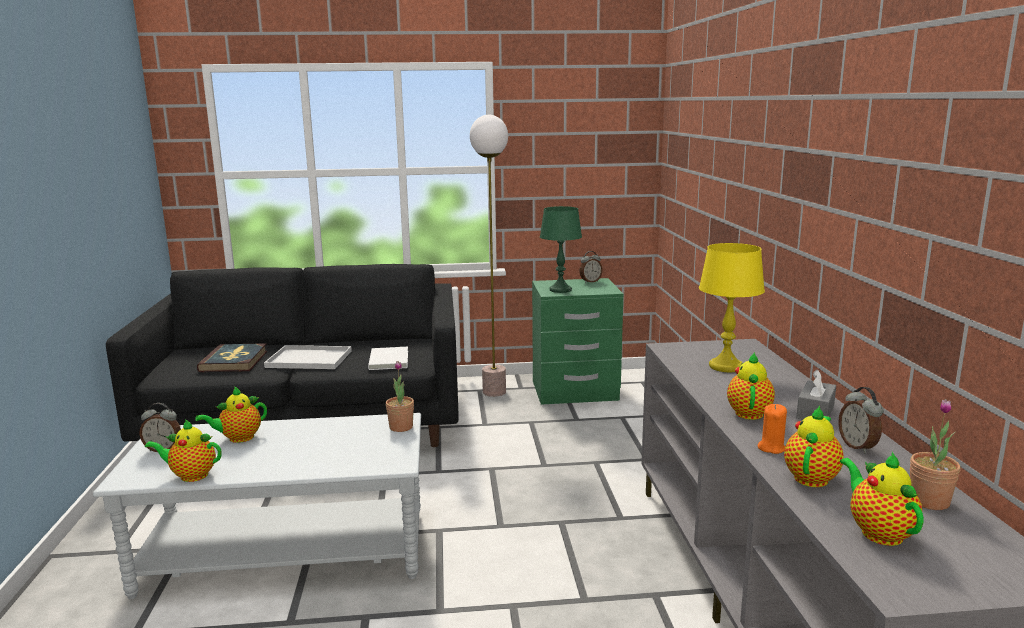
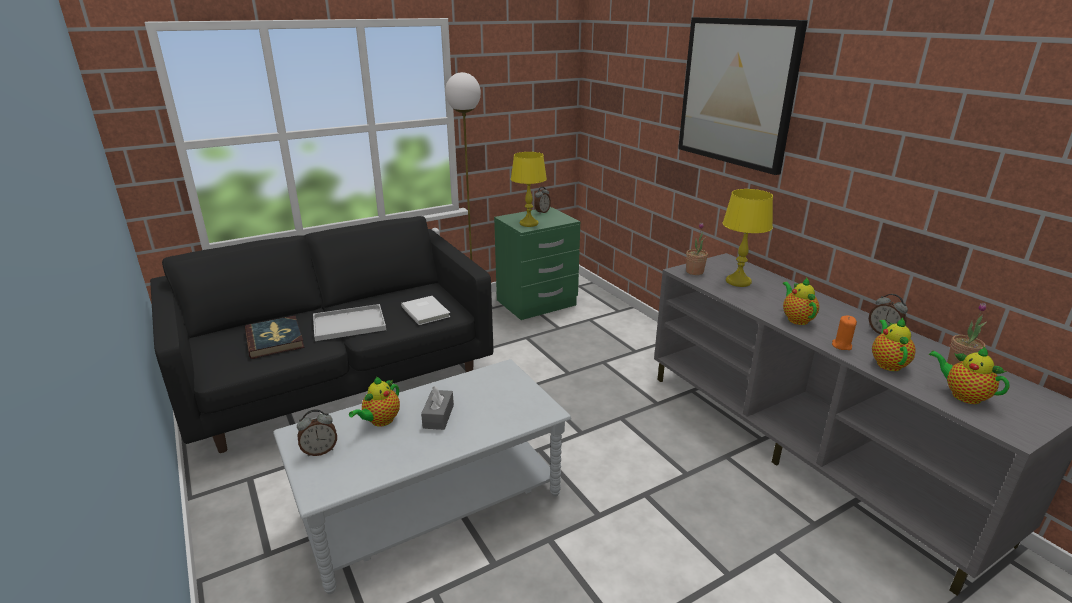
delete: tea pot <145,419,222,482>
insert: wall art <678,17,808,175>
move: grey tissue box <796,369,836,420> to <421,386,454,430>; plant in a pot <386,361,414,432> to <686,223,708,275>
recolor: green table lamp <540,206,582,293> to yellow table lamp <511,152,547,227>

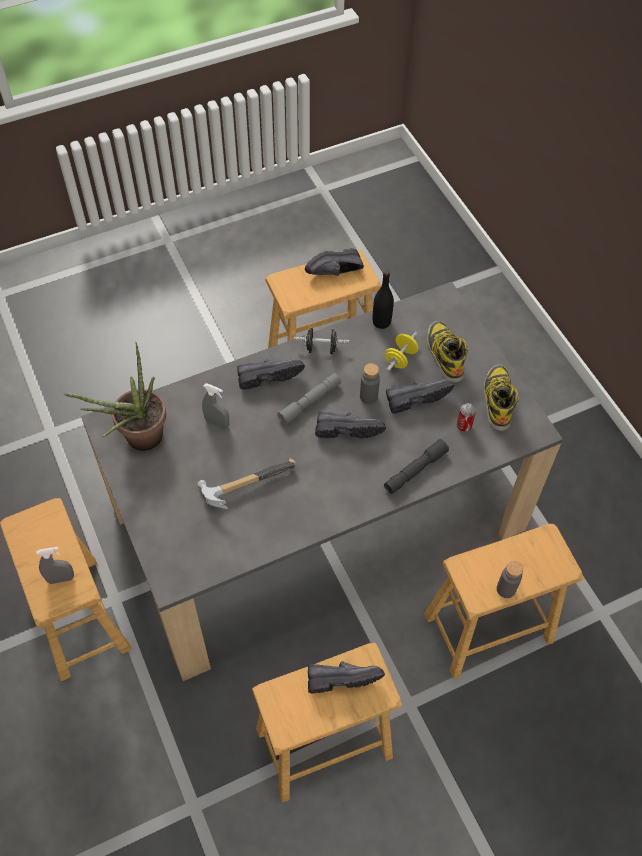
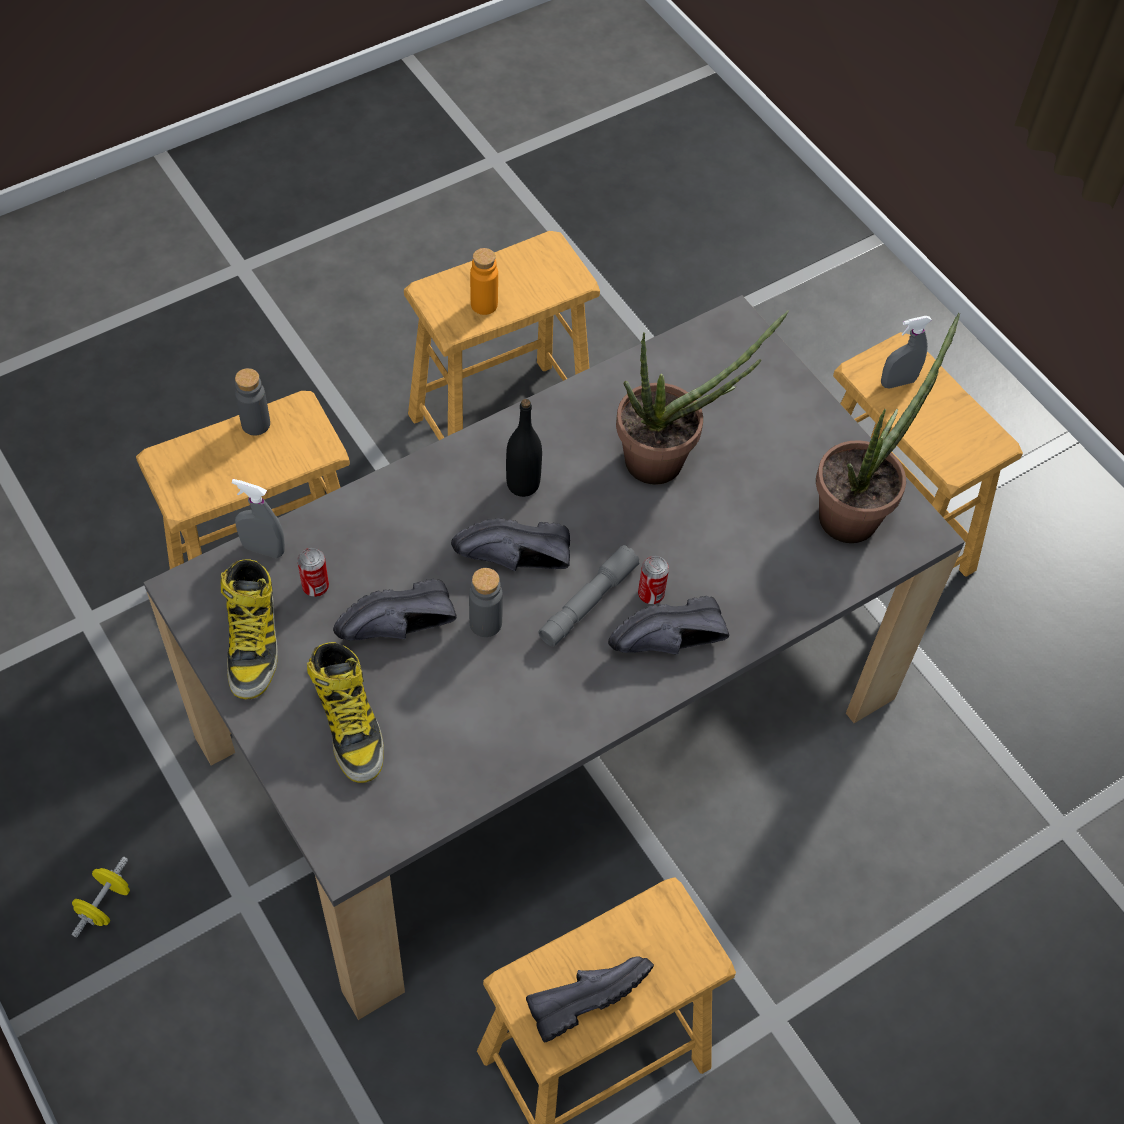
delete: black-coloured dumbbell <294,328,349,354>; grey hand torch <384,439,449,494>
insert: sealed can <638,556,669,604>
move: yellow dumbbell <385,332,418,372> to <72,857,130,938>; grey sprayer <202,383,229,429> to <232,479,285,558>; black-coloured bottle <372,270,394,329> to <506,399,542,497>
replace: black-coloured shoe <308,661,385,693> to orange-coloured bottle <470,248,498,315>; hand hammer <197,459,296,509> to plant in a pot <616,310,789,485>

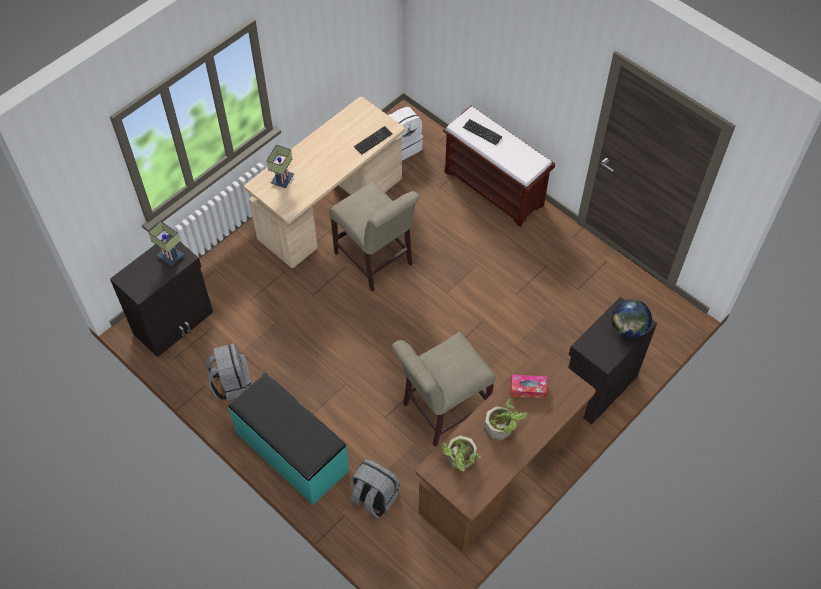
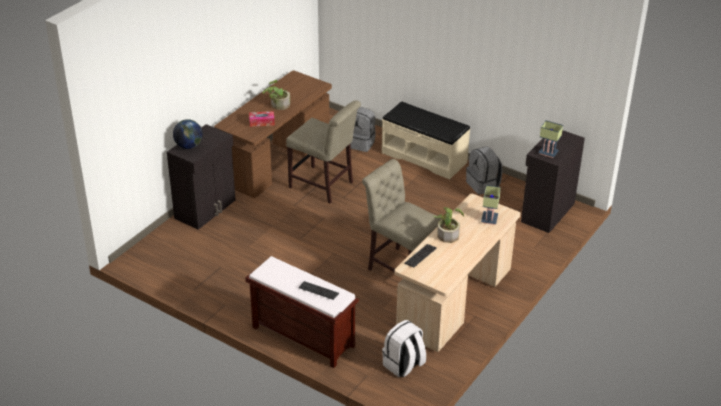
move: plant in a pot <442,435,481,471> to <433,207,464,243>
recolor: turquoise-coloured long seat <228,373,349,505> to sand-coloured long seat <382,101,470,180>
rotate: sand-coloured plain chair <392,331,496,447> = <286,100,361,203> 75 degrees clockwise

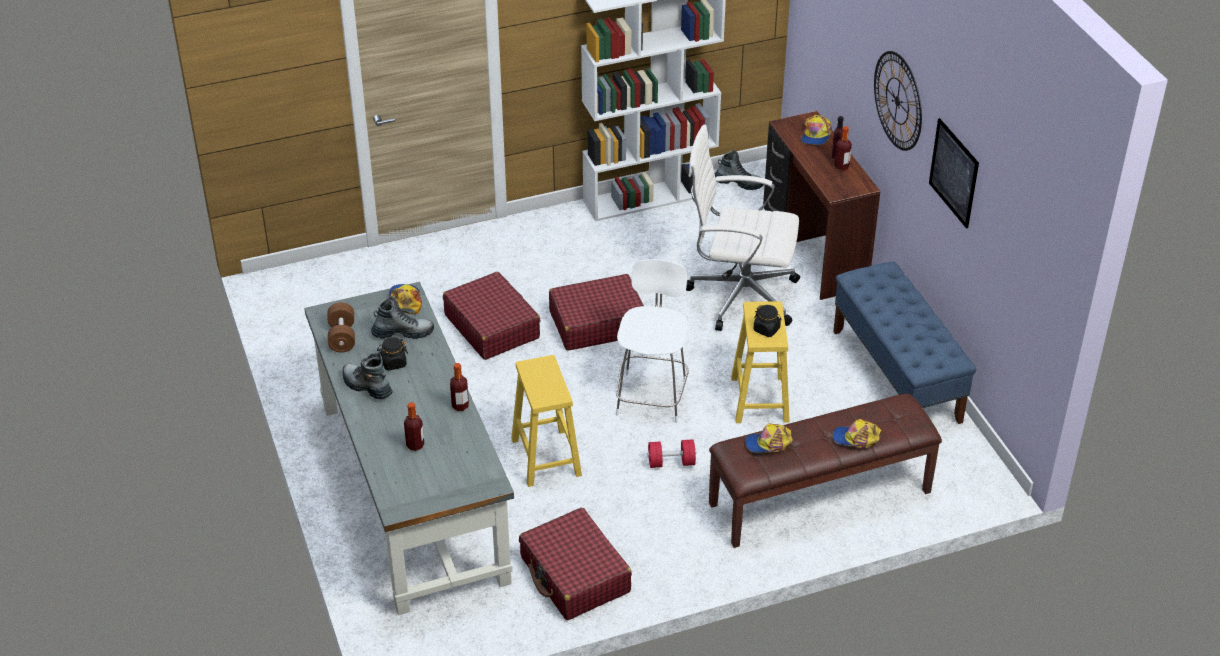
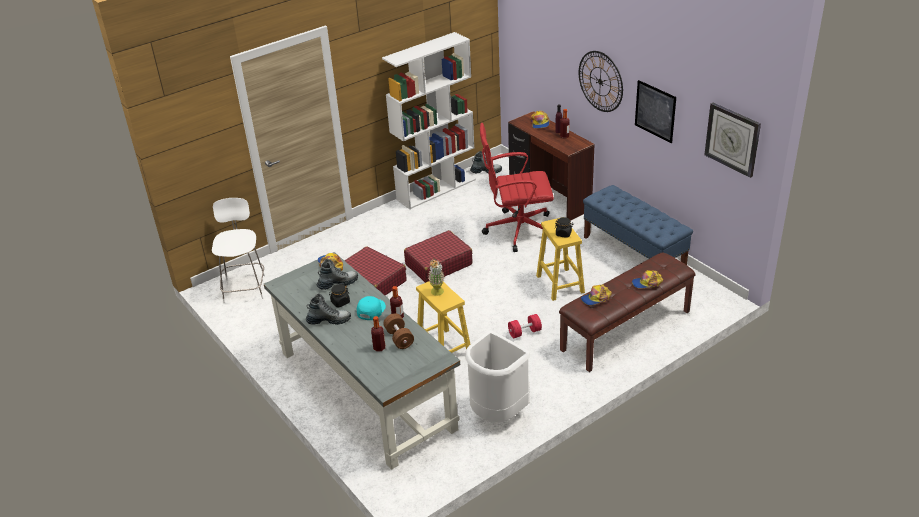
insert: turquoise-coloured peaked cap <357,296,386,320>; plant in a pot <428,258,444,296>; hanging clock <704,103,761,178>
move: whitish stool <616,259,689,423> to <212,198,265,303>; brown dumbbell <327,302,355,353> to <383,313,414,349>
replace: red-coloured travel case <519,508,632,620> to whitish rubbish bin <465,331,530,423>
recolor: whitish computer chair <686,125,800,331> to red-coloured computer chair <480,123,554,252>
rotate: high-top boot <343,353,392,400> = <306,294,351,325> 150 degrees clockwise

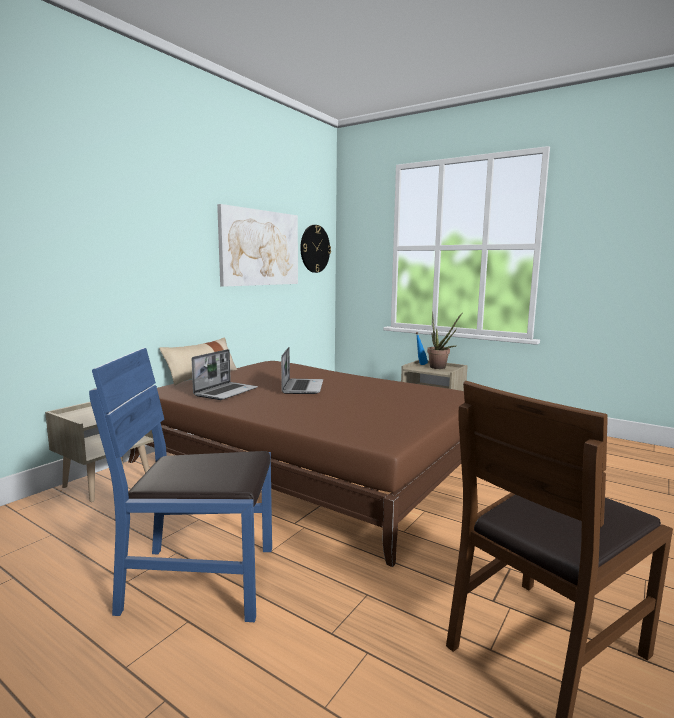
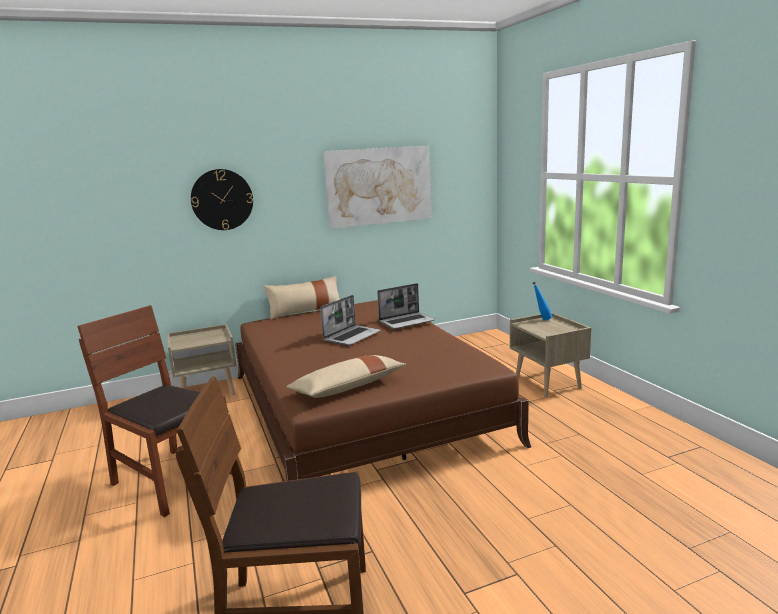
delete: plant in a pot <427,311,463,369>
insert: sand-coloured throw pillow <286,355,406,398>
move: hanging clock <300,225,331,273> to <191,169,253,230>; notebook computer <192,349,258,400> to <377,283,435,329>
recolor: bluish plain chair <89,348,272,622> to brown plain chair <77,305,232,517>

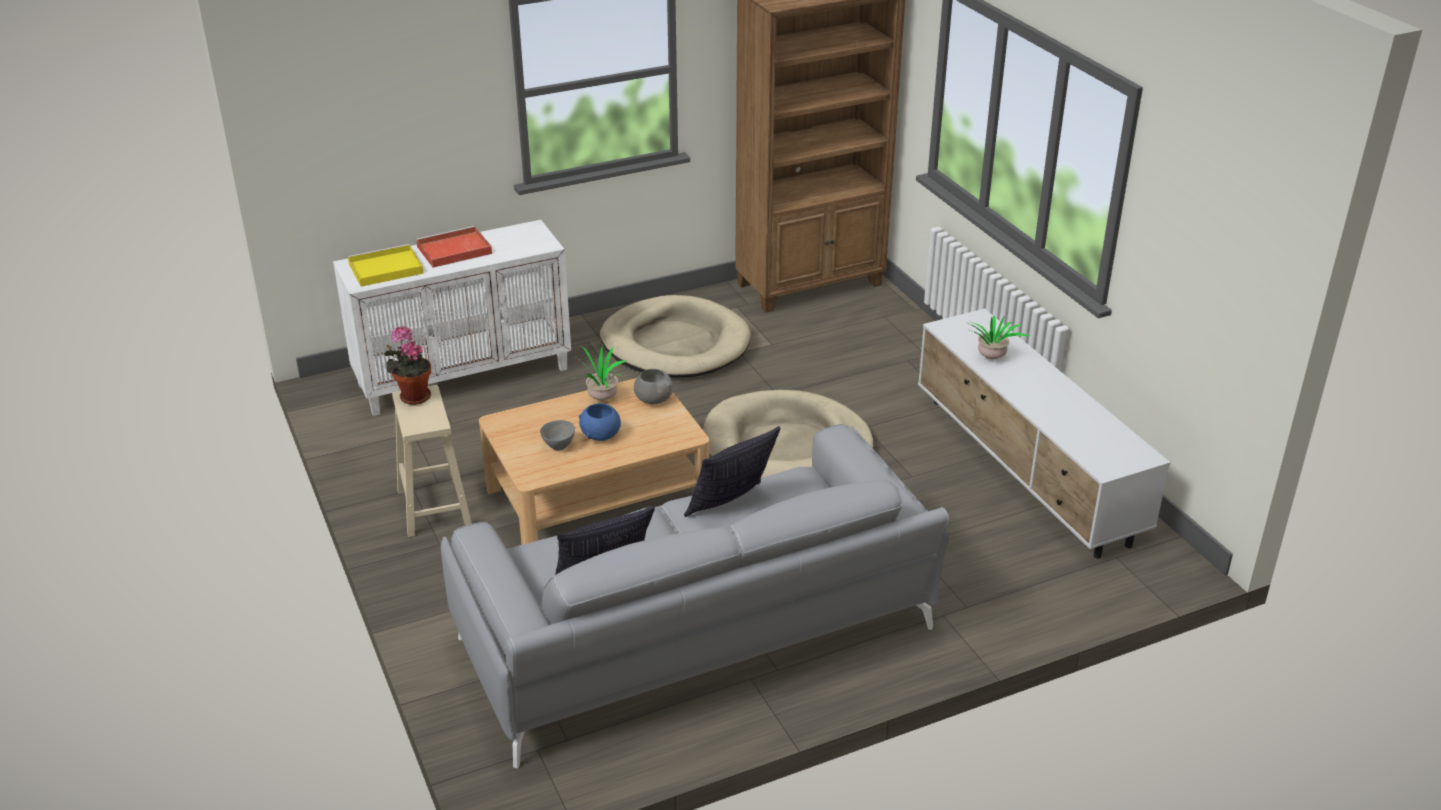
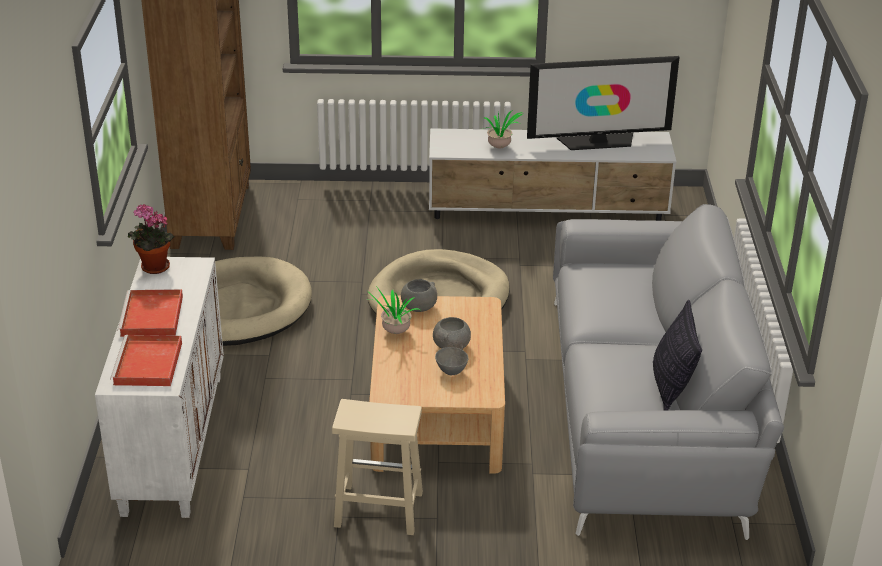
delete: throw pillow <684,426,780,517>
insert: television <527,56,680,150>
move: plant in a pot <384,326,431,405> to <127,204,174,274>
recolor: yellow tray <348,244,424,287> to red-coloured tray <110,335,182,386>; bluish deep dish <579,403,621,441> to grey deep dish <433,317,471,350>

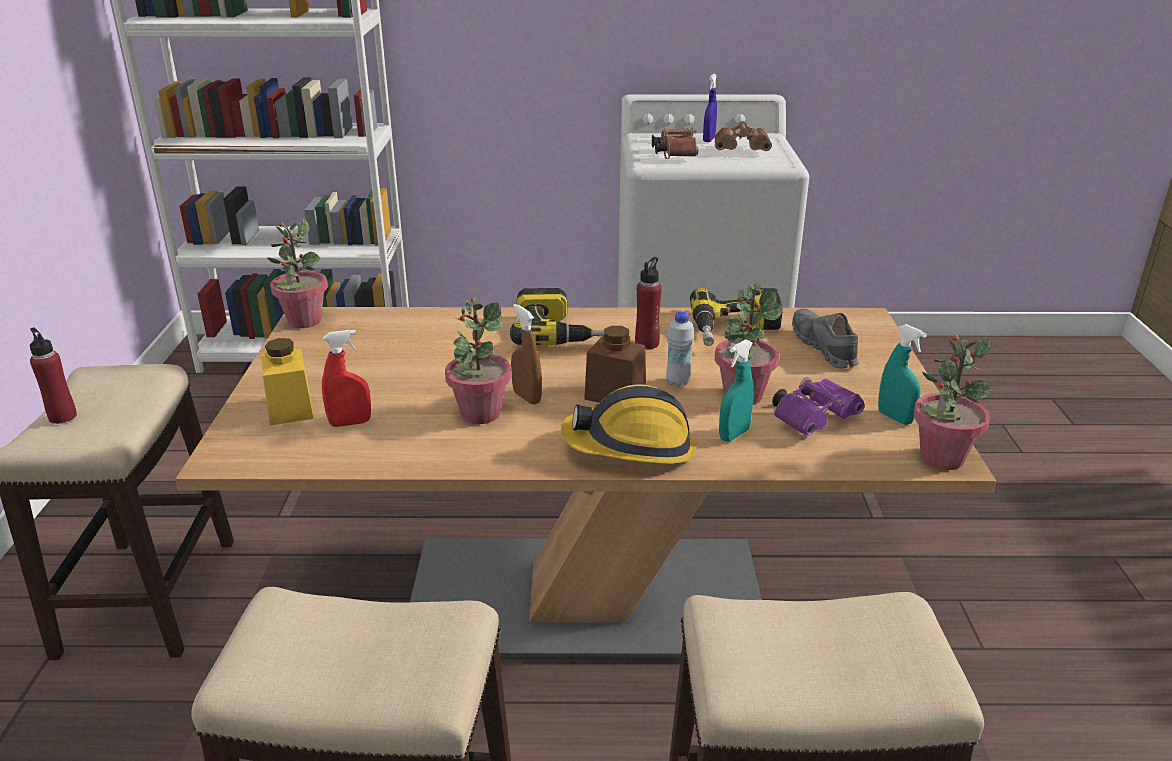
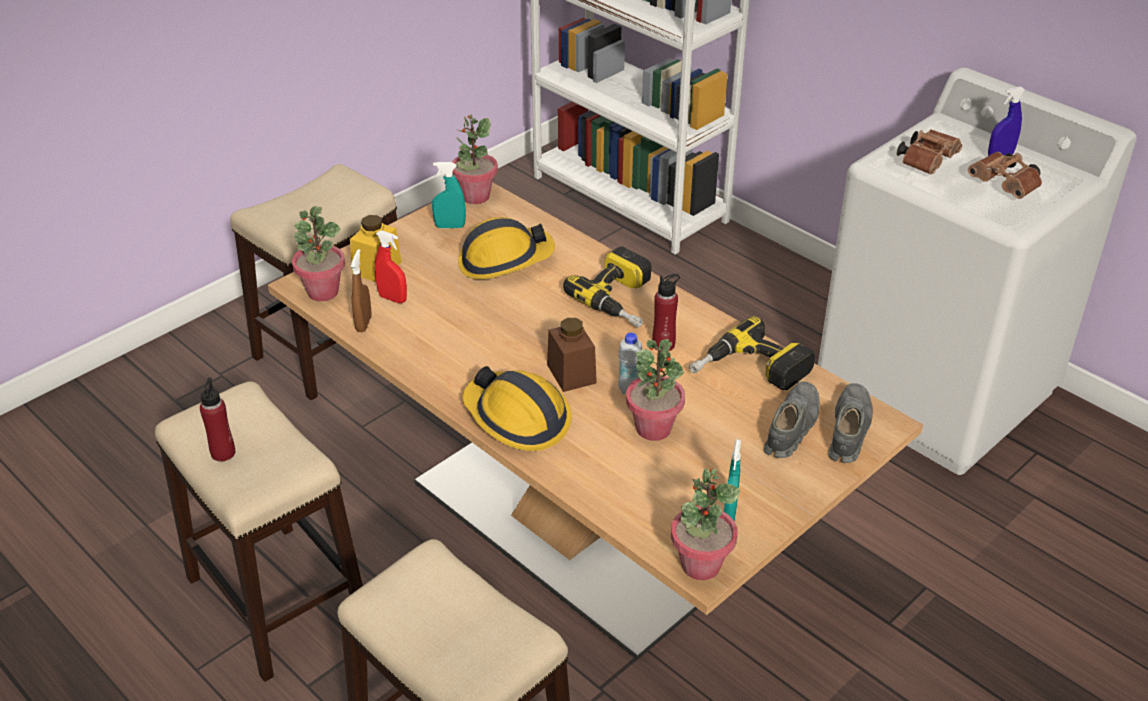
delete: purplish field glasses <772,377,865,436>
insert: hard hat <458,217,555,279>; grey shoe <828,383,873,463>
move: red-coloured bottle <30,328,77,424> to <200,377,235,461>; plant in a pot <445,297,511,424> to <292,206,345,301>; brown sprayer <511,304,542,404> to <351,249,372,332>; turquoise-coloured sprayer <719,339,754,442> to <432,162,466,228>

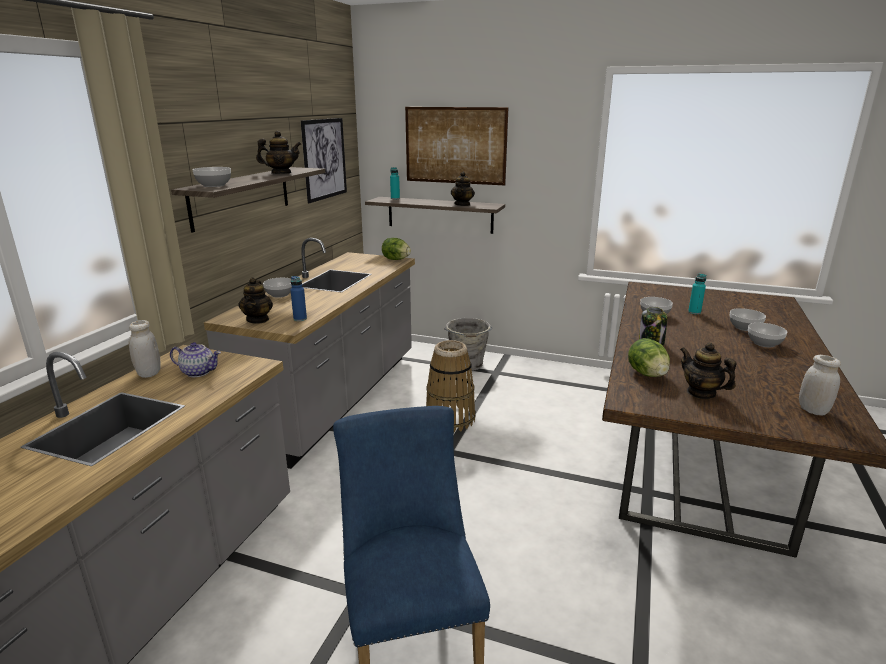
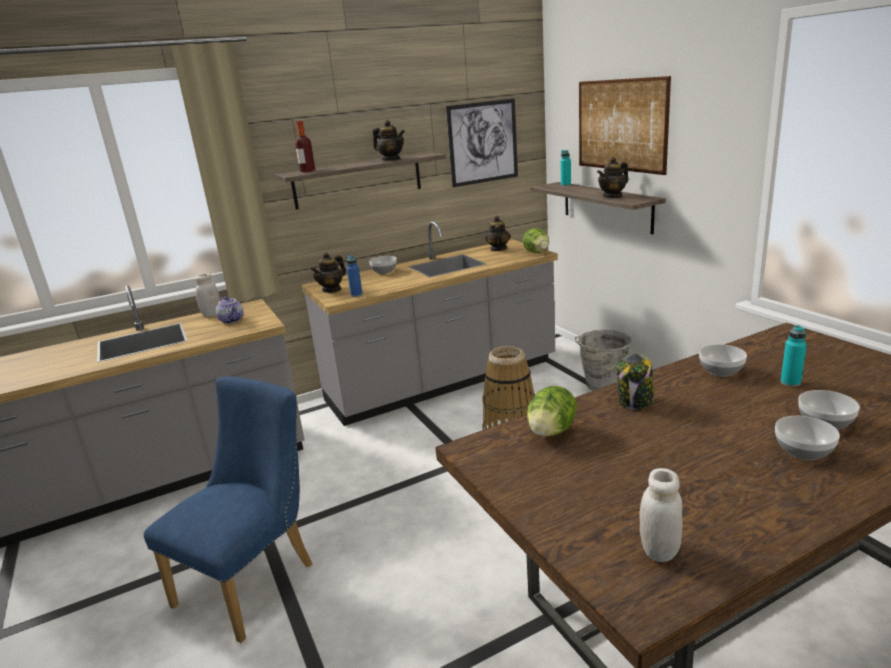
move: tea pot <680,342,736,399> to <485,216,511,251>
replace: deep dish <193,167,231,187> to bottle <295,121,315,172>

